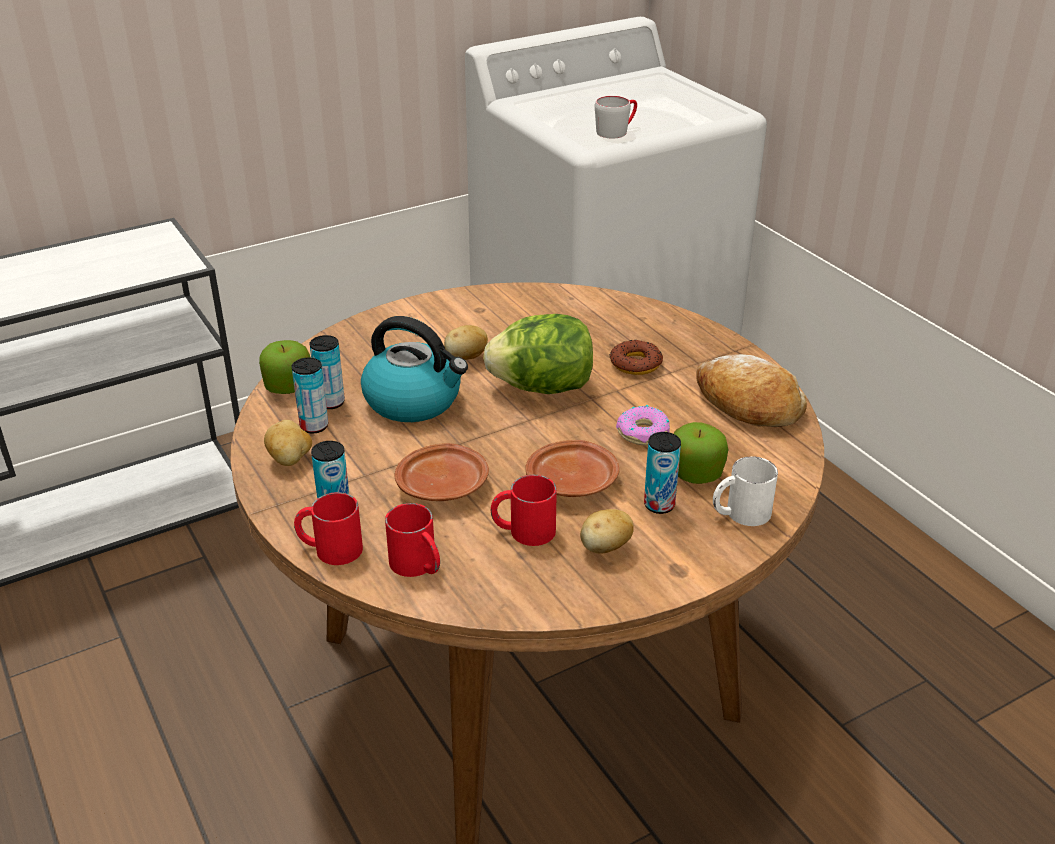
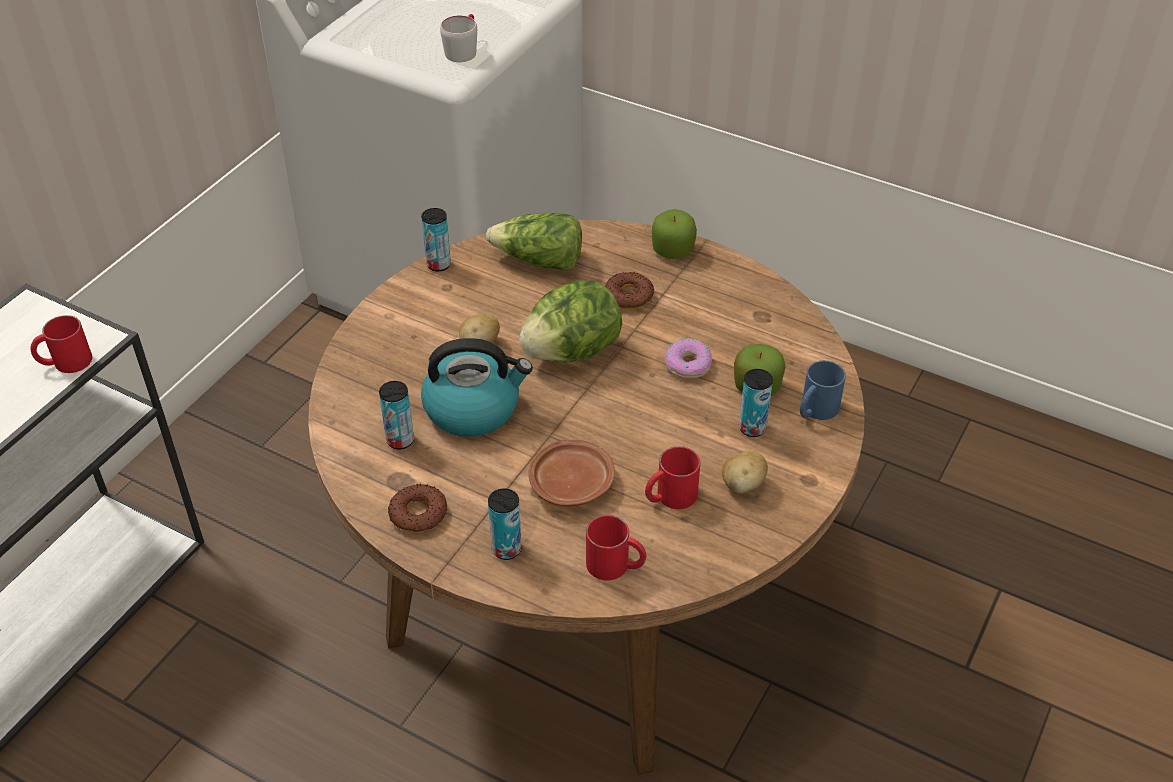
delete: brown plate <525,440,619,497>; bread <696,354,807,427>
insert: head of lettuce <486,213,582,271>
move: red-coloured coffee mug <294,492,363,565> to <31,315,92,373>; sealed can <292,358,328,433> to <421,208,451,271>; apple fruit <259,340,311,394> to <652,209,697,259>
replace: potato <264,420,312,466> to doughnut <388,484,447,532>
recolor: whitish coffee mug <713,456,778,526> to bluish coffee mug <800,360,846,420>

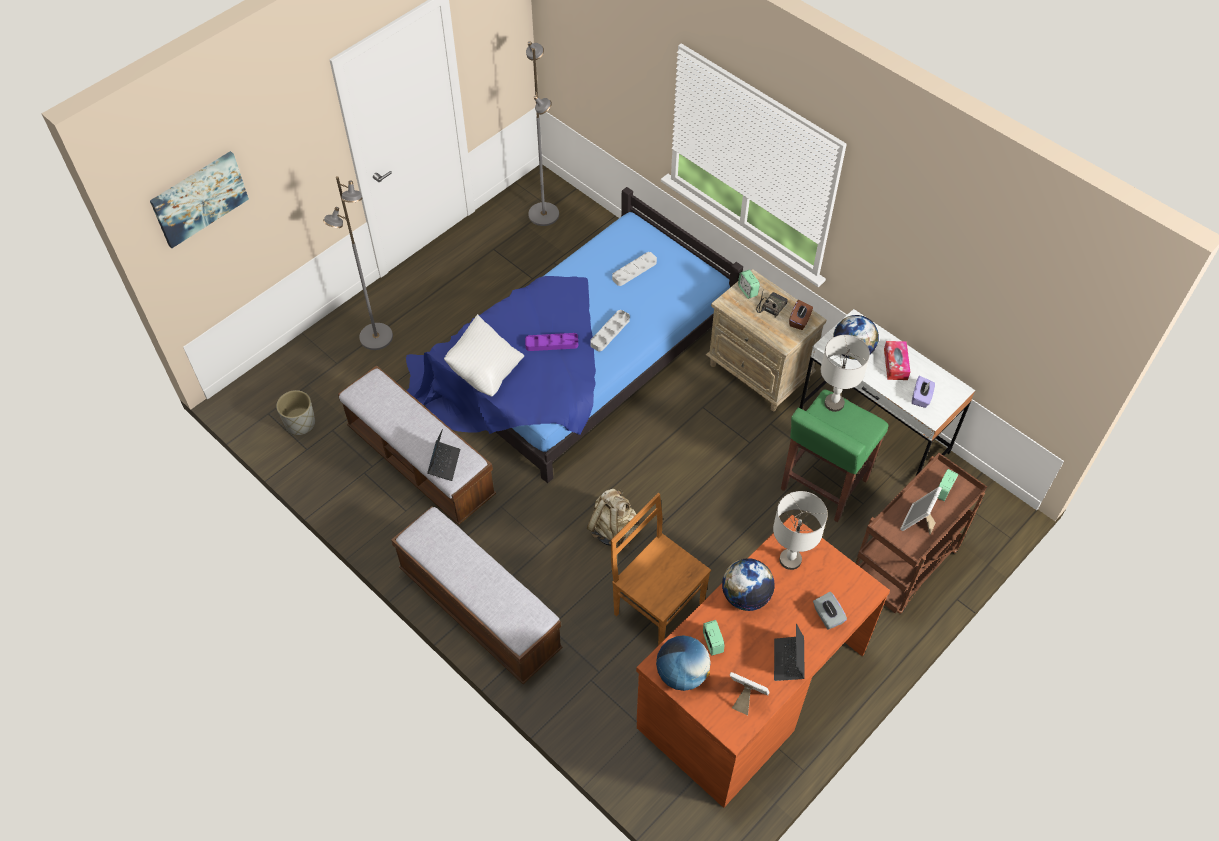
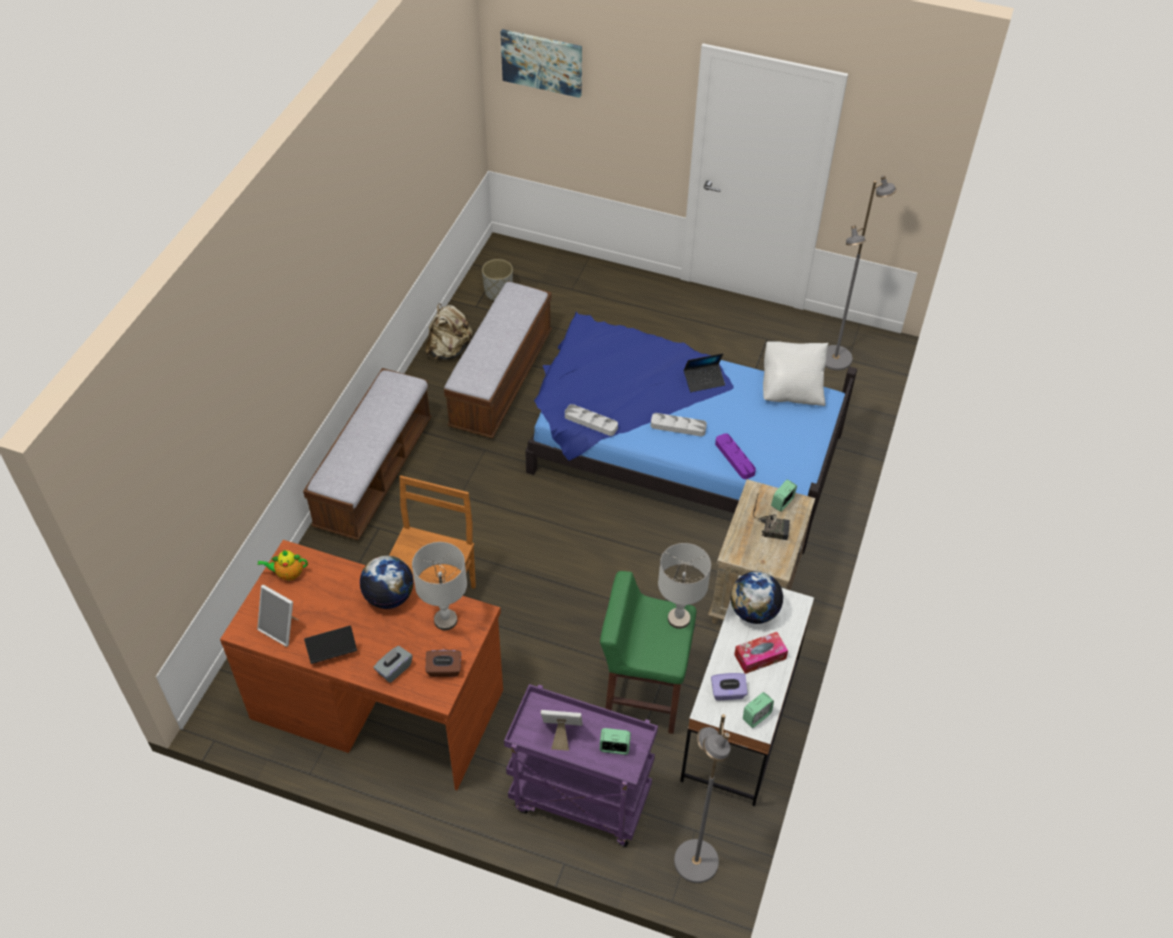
move: sand-coloured knapsack <587,489,639,549> to <425,304,472,360>; brown tissue box <789,300,813,330> to <426,650,461,677>; grey tray <612,252,657,286> to <565,404,618,436>; grey floor lamp <323,176,393,350> to <674,714,731,883>; notebook computer <427,429,460,481> to <684,353,725,392>; purplish tray <525,333,578,351> to <715,433,756,479>; table clock <703,620,725,655> to <743,692,774,728>; whitish throw pillow <444,314,524,396> to <763,341,828,406>
replace: desk globe <656,635,711,691> to tea pot <258,550,308,580>
recolor: brown wheeled cart <855,453,987,614> to purplish wheeled cart <504,684,658,847>
rotate: standing frame <730,672,769,715> = <257,585,299,647> 120 degrees clockwise

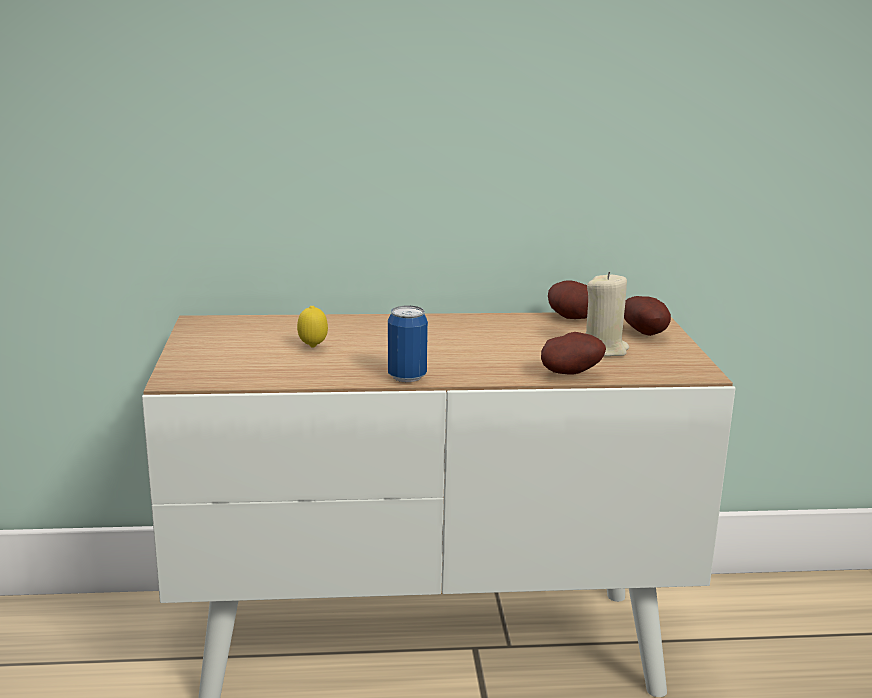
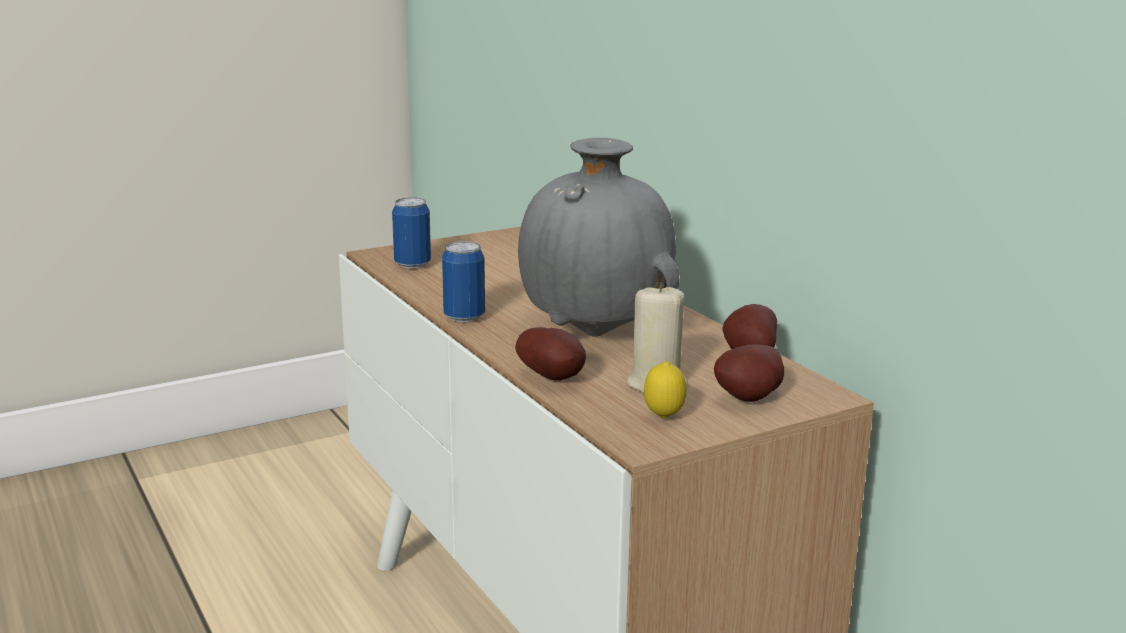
insert: sealed can <392,197,431,269>; grey flower vase <518,138,680,337>
move: citrus fruit <297,306,328,348> to <644,361,687,419>

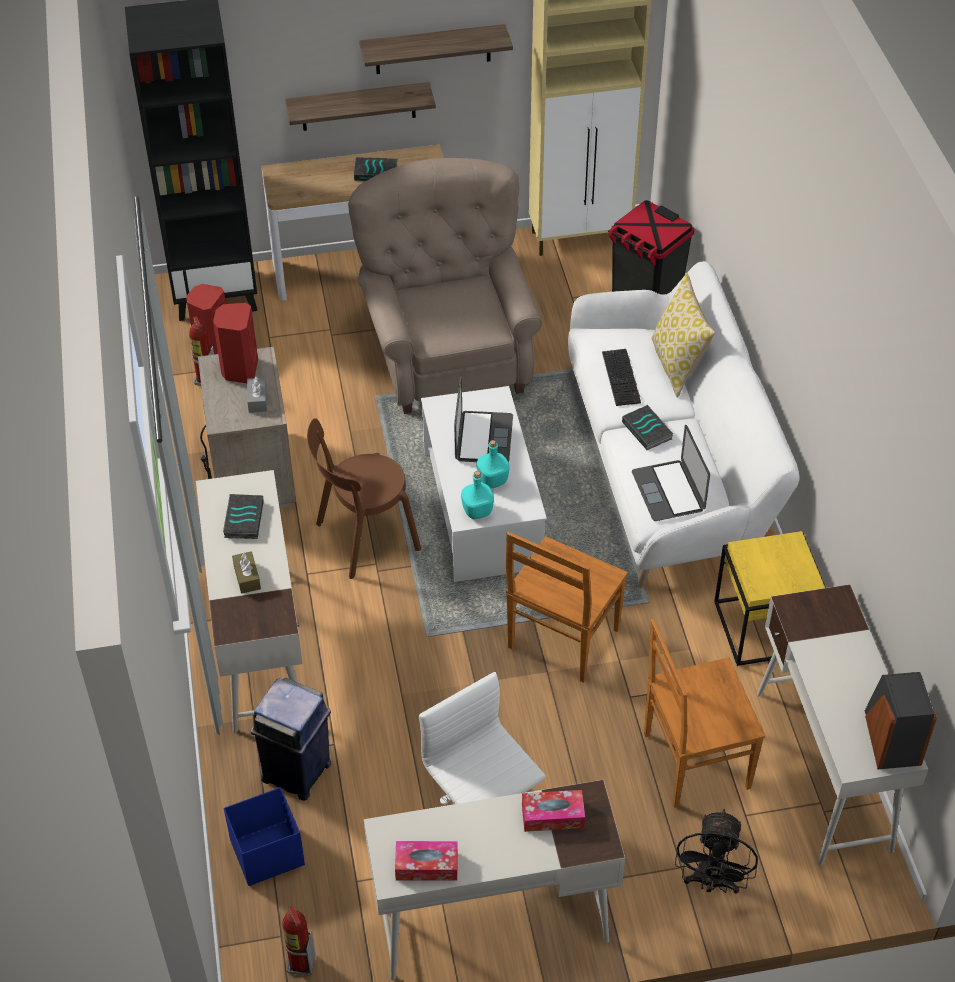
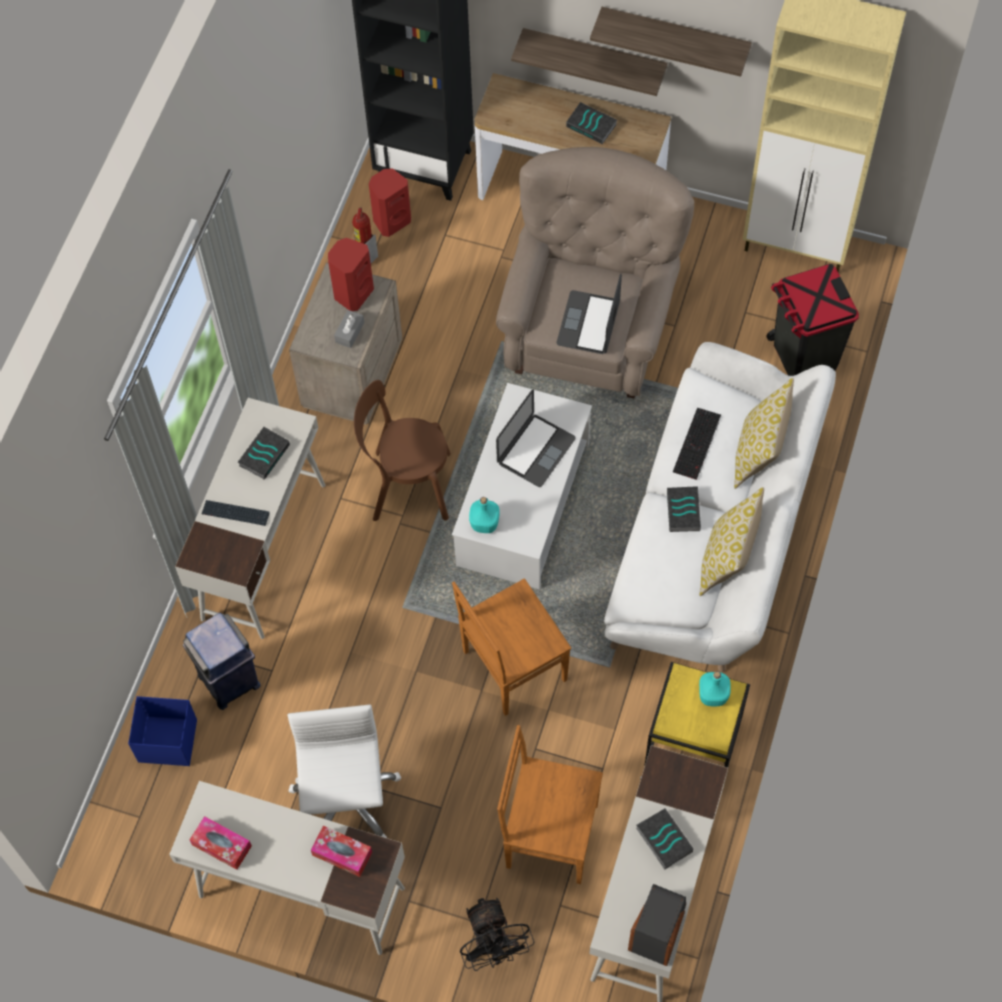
delete: fire extinguisher <282,906,315,976>
insert: volume <636,809,693,870>; throw pillow <699,487,764,596>
move: notebook computer <632,425,710,521> to <557,273,622,354>; turquoise-coloured bottle <477,440,510,488> to <699,671,731,706>
replace: brown tissue box <232,551,261,594> to PC keyboard <202,500,270,526>
rotate: black-coloured electric fan <675,809,758,894> = <460,898,534,971> 60 degrees counterclockwise

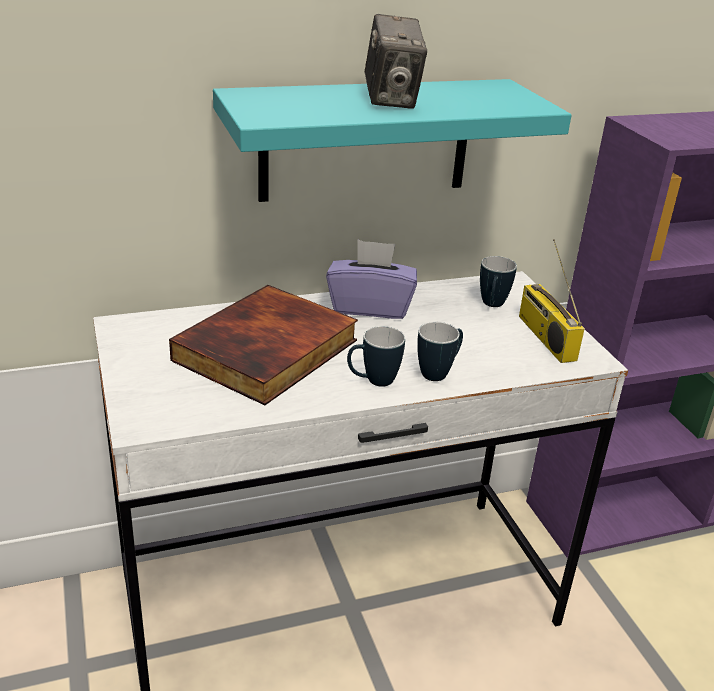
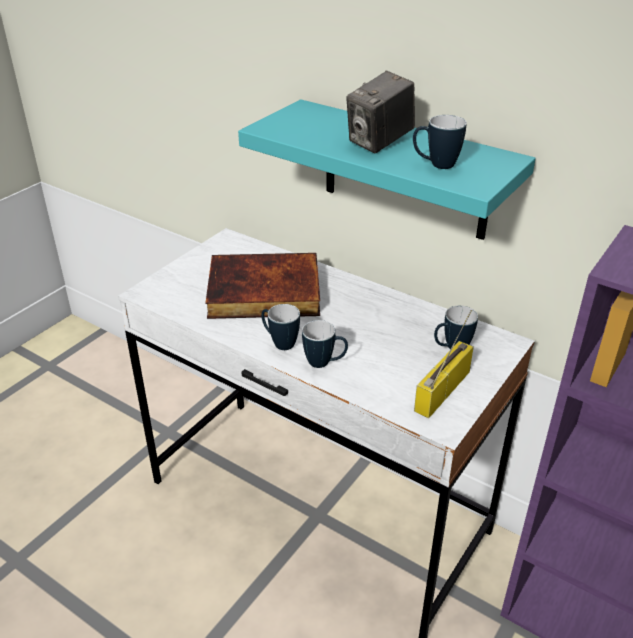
delete: purplish tissue box <326,240,417,319>
insert: coffee mug <413,115,467,169>

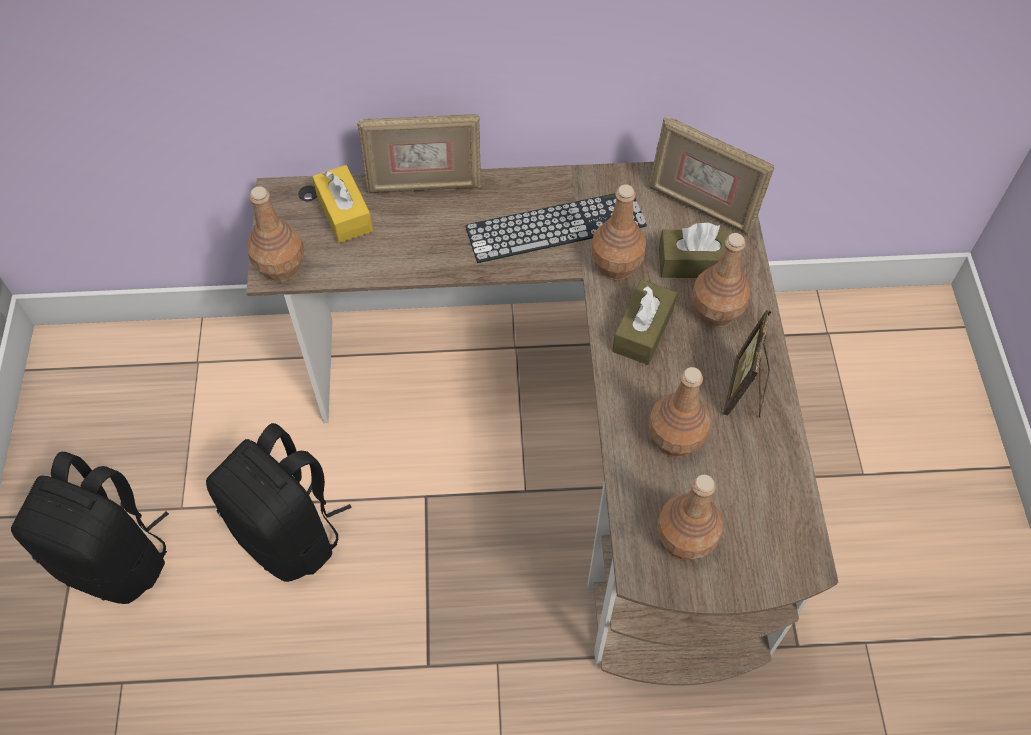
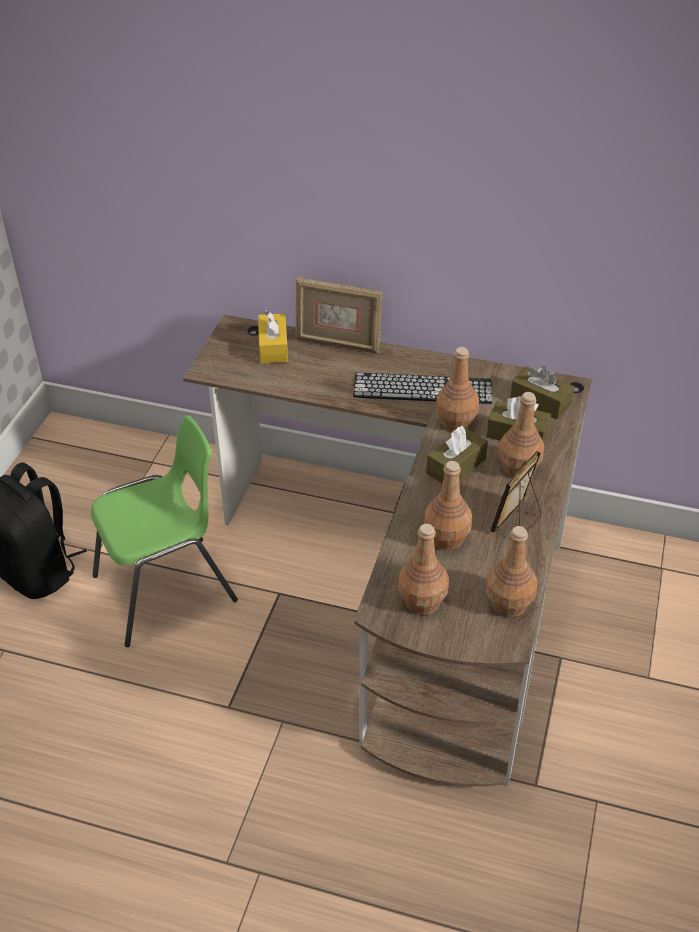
move: brown bottle <247,186,304,282> to <486,526,537,617>
replace: black-coloured knapsack <206,423,352,582> to green plain chair <91,415,238,647>; standing frame <648,116,774,236> to brown tissue box <510,366,574,419>

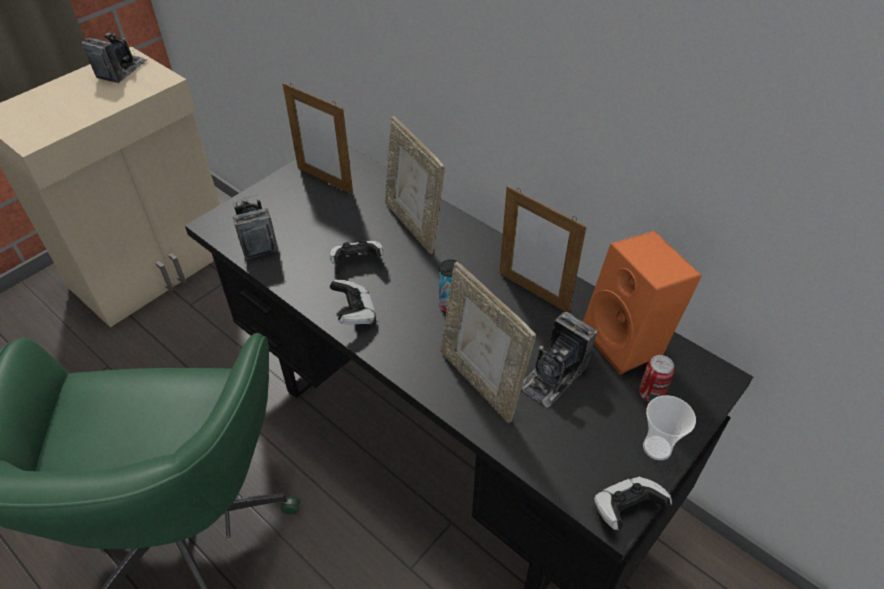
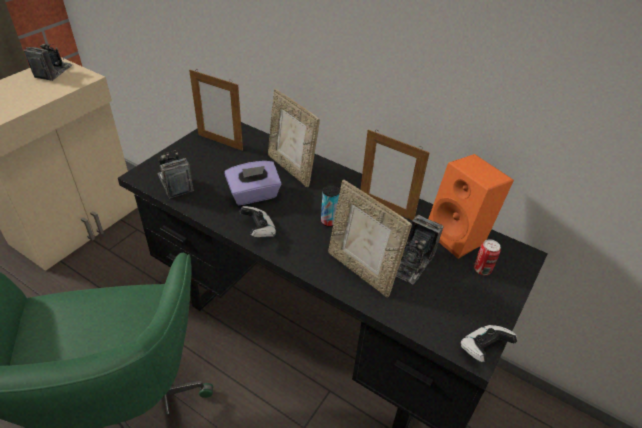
delete: drinking cup <643,395,696,460>
replace: joypad <329,240,383,264> to purplish tissue box <224,161,282,205>

